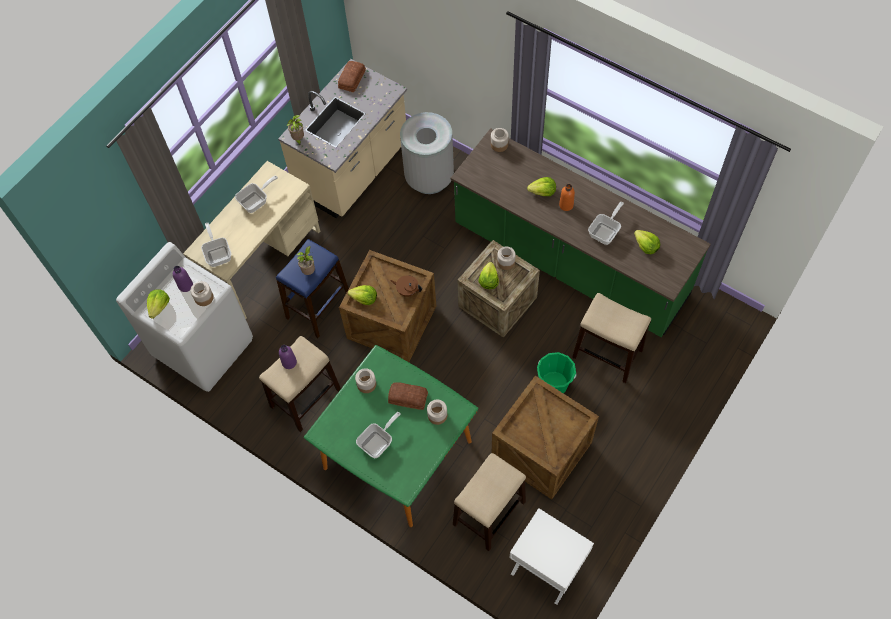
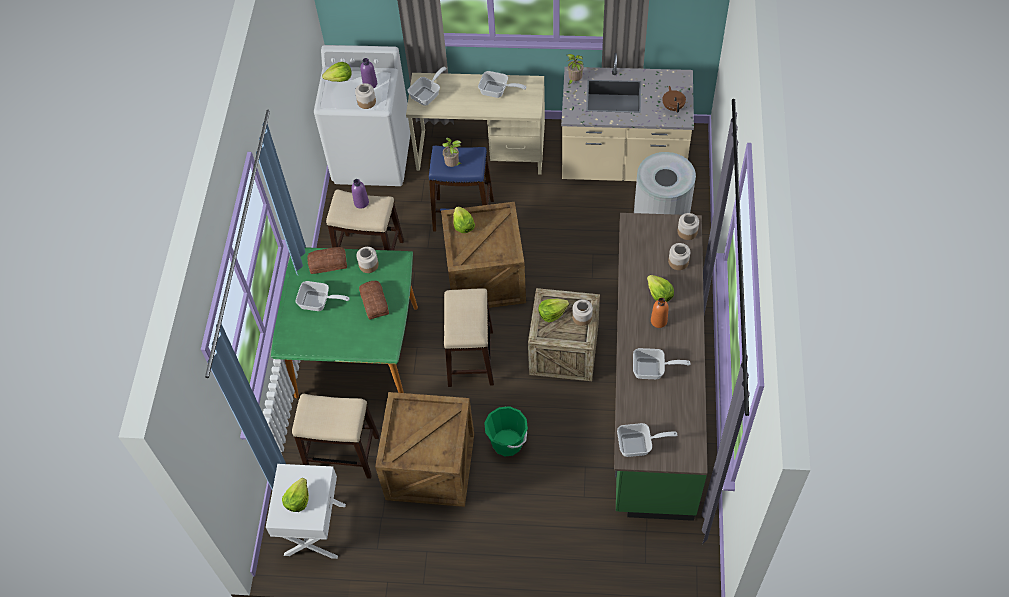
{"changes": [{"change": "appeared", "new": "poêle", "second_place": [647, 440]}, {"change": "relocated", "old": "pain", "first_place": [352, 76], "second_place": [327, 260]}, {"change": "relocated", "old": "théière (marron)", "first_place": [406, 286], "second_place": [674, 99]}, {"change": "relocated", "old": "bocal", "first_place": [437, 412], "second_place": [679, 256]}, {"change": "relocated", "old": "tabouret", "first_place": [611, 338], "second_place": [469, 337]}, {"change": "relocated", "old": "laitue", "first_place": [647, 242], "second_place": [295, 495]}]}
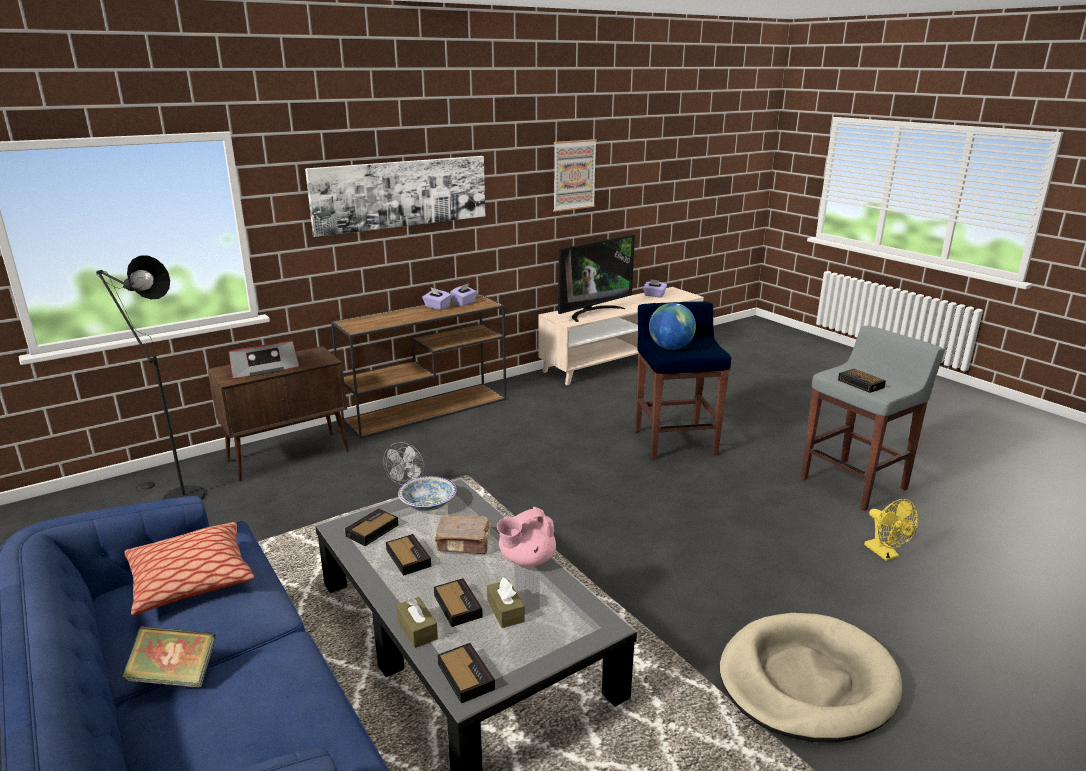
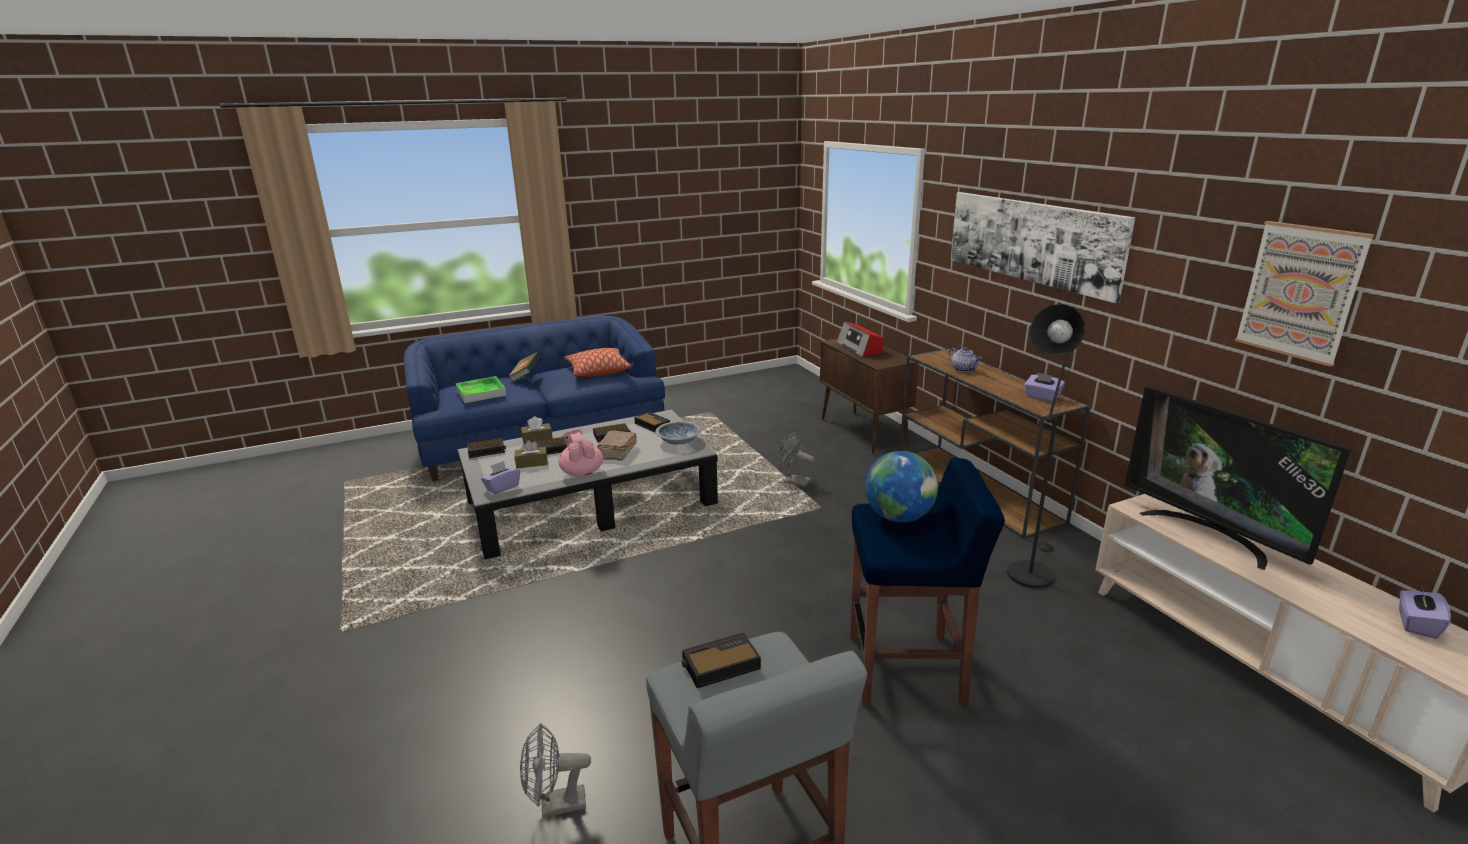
{"changes": [{"change": "missing", "old": "panier pour chien (beige)", "first_place": [811, 678]}, {"change": "appeared", "new": "plateau", "second_place": [481, 389]}, {"change": "appeared", "new": "théière", "second_place": [965, 359]}, {"change": "relocated", "old": "lampadaire (noir)", "first_place": [151, 377], "second_place": [1046, 446]}, {"change": "relocated", "old": "boîte à mouchoirs (violet)", "first_place": [436, 298], "second_place": [500, 477]}, {"change": "colour", "old": "ventilateur (jaune)", "new": "ventilateur (gris)", "first_place": [891, 530], "second_place": [555, 770]}]}
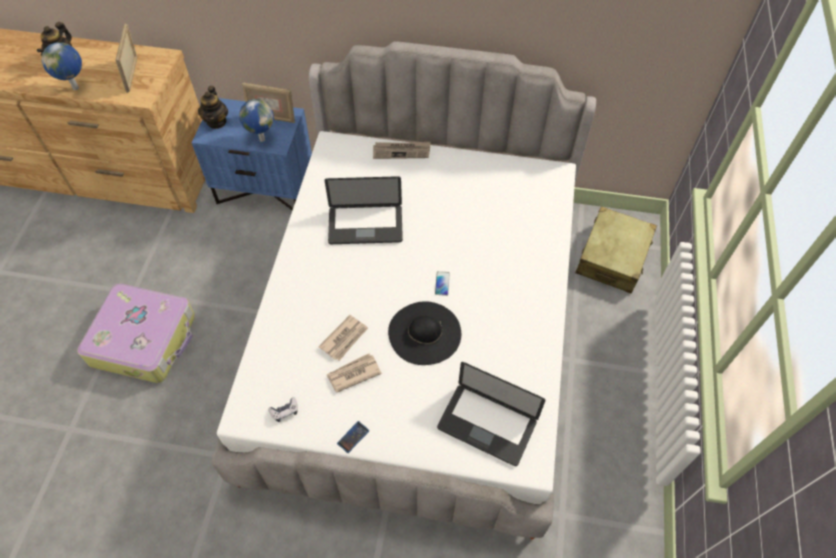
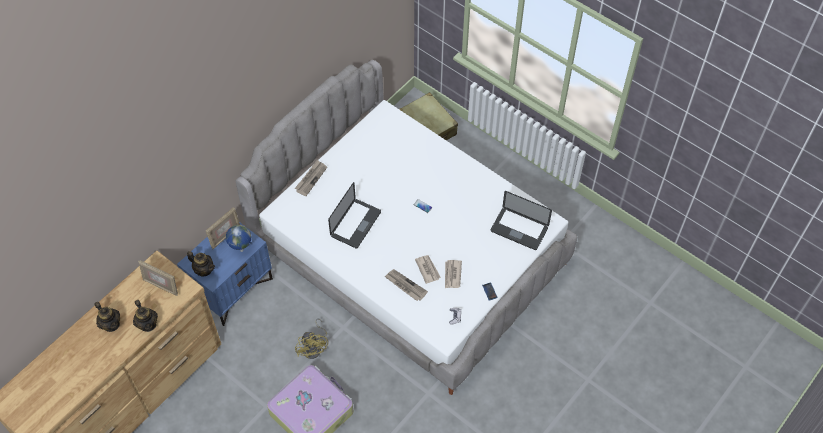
{"changes": [{"change": "missing", "old": "chapeau (noir)", "first_place": [424, 333]}, {"change": "appeared", "new": "ventilateur (jaune)", "second_place": [311, 339]}, {"change": "appeared", "new": "journal", "second_place": [406, 285]}, {"change": "exchanged", "old": "globe", "new": "théière", "first_place": [62, 66], "second_place": [145, 316]}, {"change": "spun", "old": "ordinateur portable", "first_place": [491, 414], "second_place": [521, 220], "degrees": 60}]}
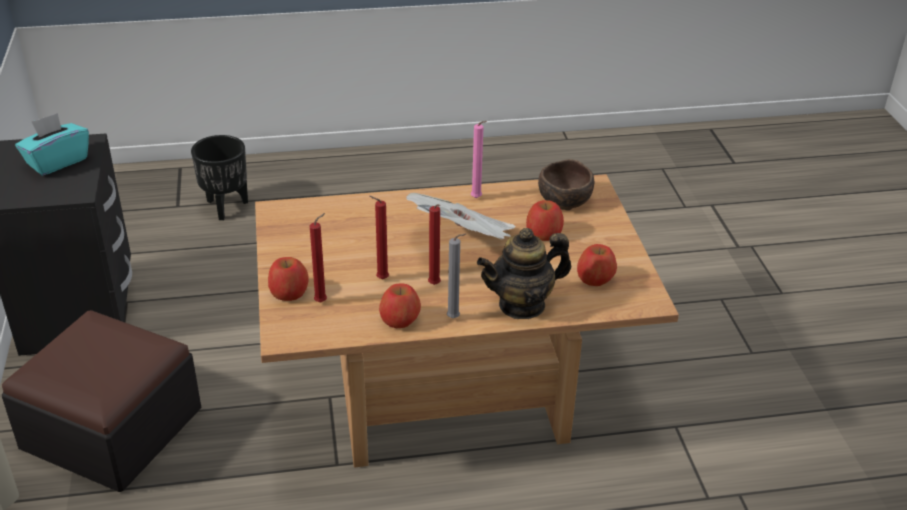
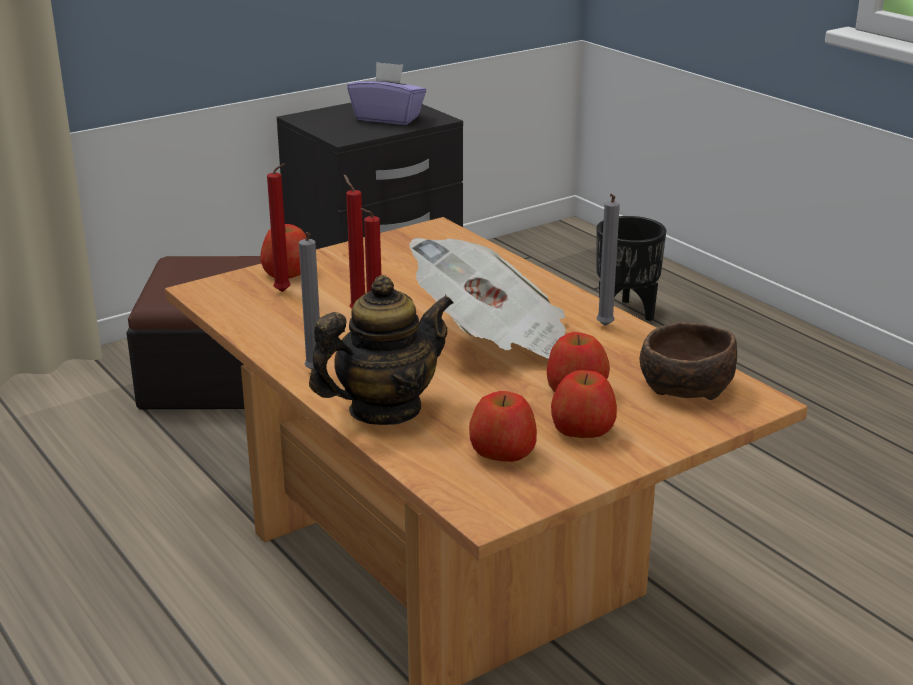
{"changes": [{"change": "relocated", "old": "pomme", "first_place": [400, 305], "second_place": [584, 404]}, {"change": "colour", "old": "boîte à mouchoirs (turquoise)", "new": "boîte à mouchoirs (violet)", "first_place": [52, 144], "second_place": [386, 93]}, {"change": "colour", "old": "bougie (rose)", "new": "bougie (gris)", "first_place": [479, 159], "second_place": [608, 260]}, {"change": "spun", "old": "théière", "first_place": [524, 273], "second_place": [381, 350], "degrees": 105}]}
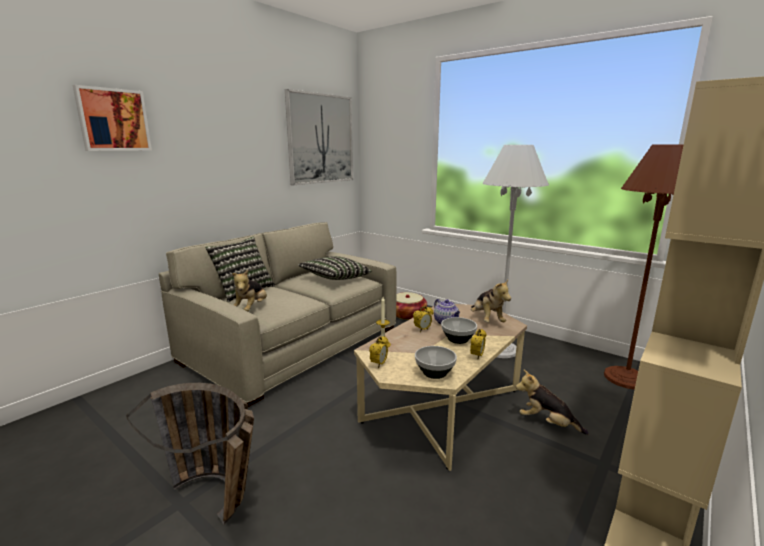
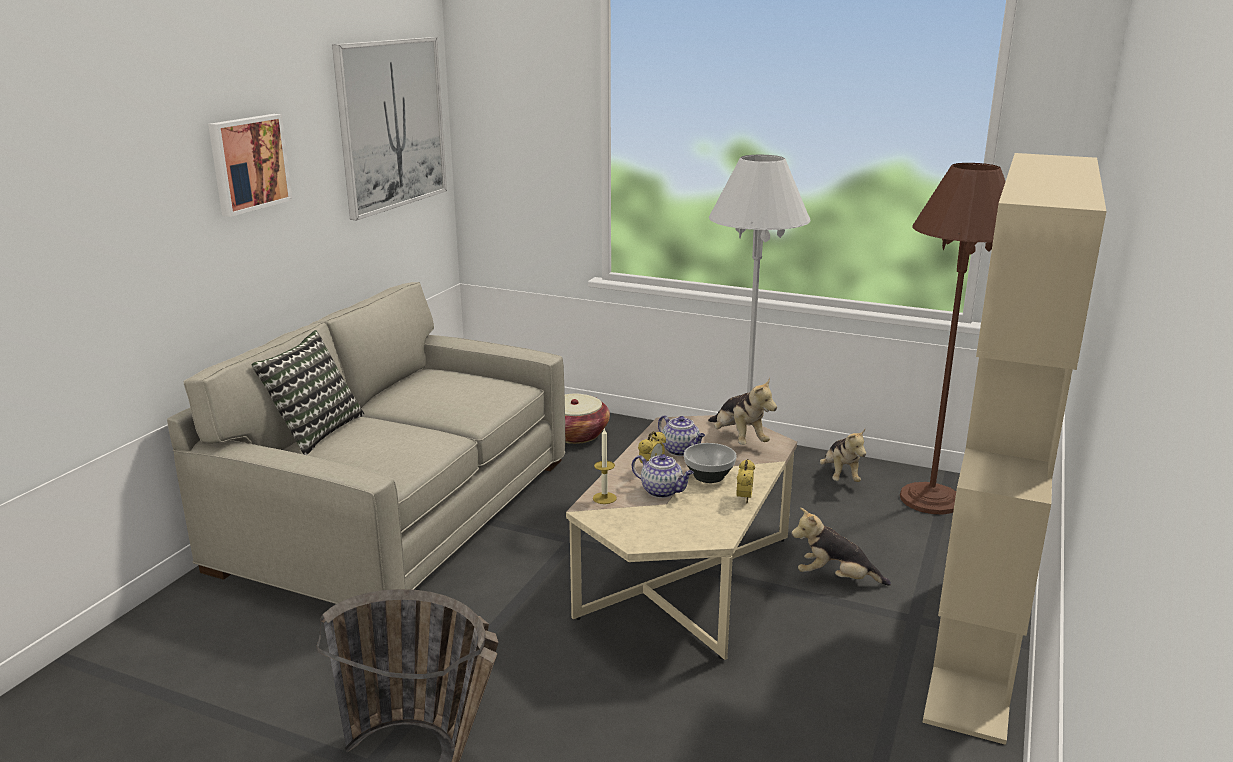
{"changes": [{"change": "missing", "old": "coussin", "first_place": [334, 268]}, {"change": "missing", "old": "réveil", "first_place": [379, 352]}, {"change": "missing", "old": "bol", "first_place": [436, 362]}, {"change": "appeared", "new": "théière", "second_place": [663, 476]}, {"change": "relocated", "old": "tableau", "first_place": [112, 118], "second_place": [250, 165]}, {"change": "relocated", "old": "peluche", "first_place": [249, 290], "second_place": [843, 455]}]}
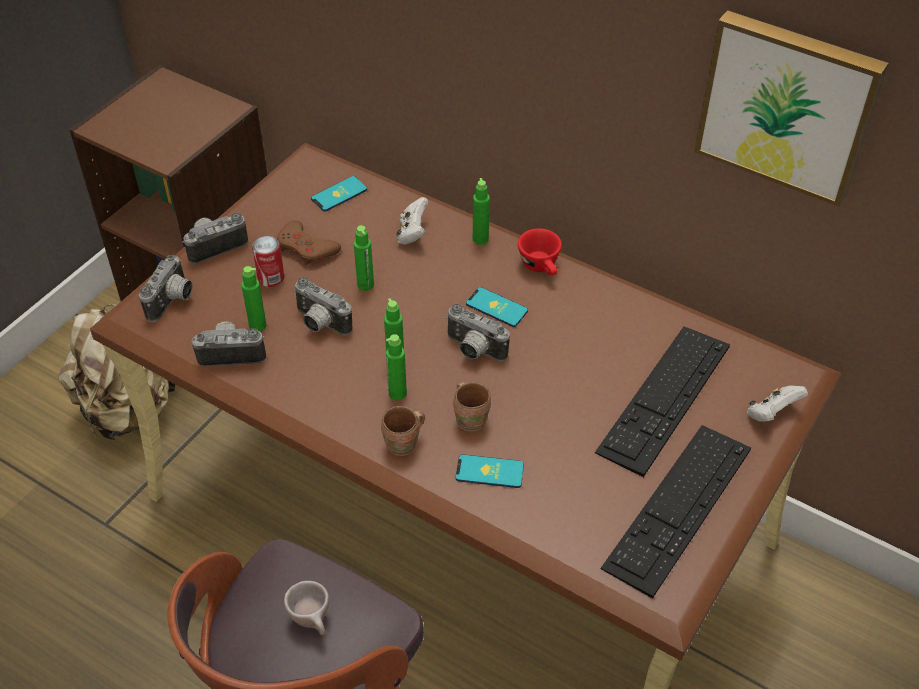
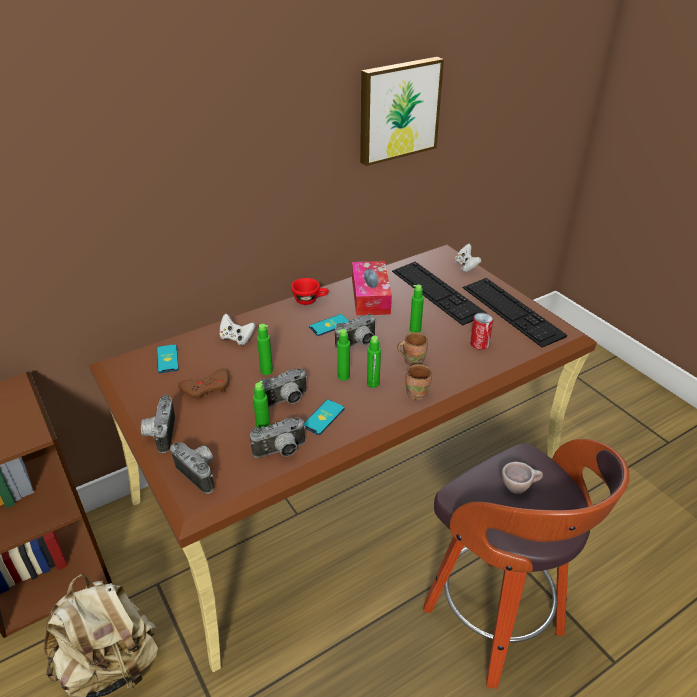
{"changes": [{"change": "appeared", "new": "boîte à mouchoirs", "second_place": [372, 288]}, {"change": "relocated", "old": "boîte métallique", "first_place": [268, 261], "second_place": [481, 331]}, {"change": "relocated", "old": "téléphone", "first_place": [489, 471], "second_place": [324, 417]}, {"change": "relocated", "old": "bouteille (vert)", "first_place": [481, 211], "second_place": [417, 309]}, {"change": "spun", "old": "appareil photo", "first_place": [229, 344], "second_place": [278, 437], "degrees": -135}]}
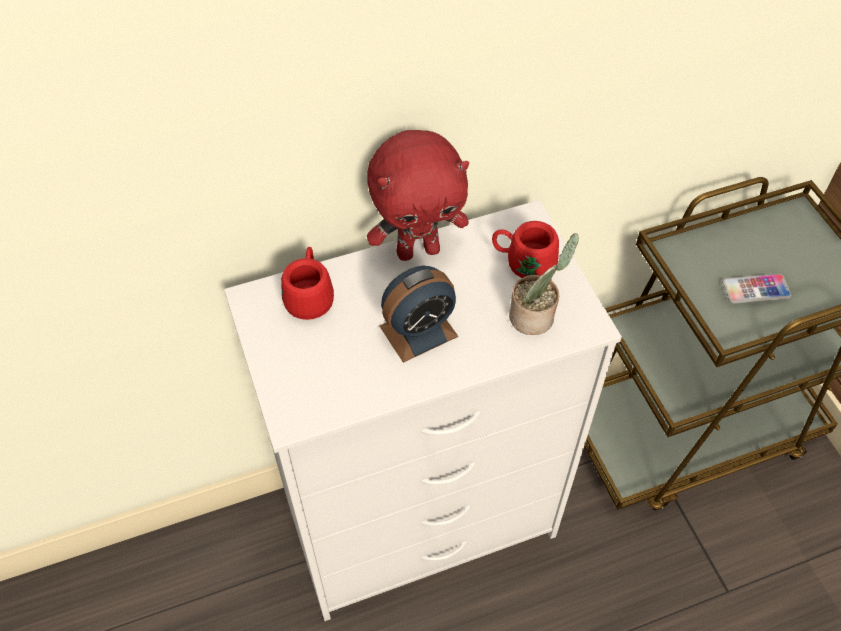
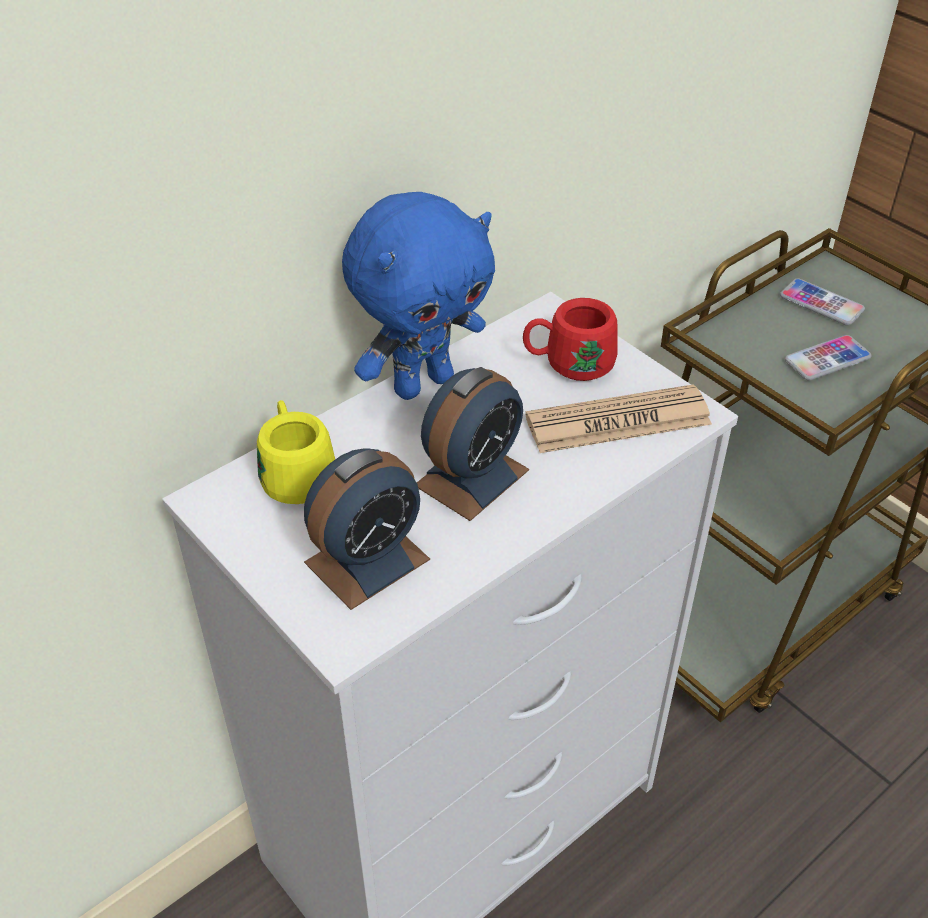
{"changes": [{"change": "appeared", "new": "réveil", "second_place": [367, 529]}, {"change": "appeared", "new": "téléphone", "second_place": [822, 301]}, {"change": "exchanged", "old": "plante en pot", "new": "journal", "first_place": [544, 284], "second_place": [618, 418]}, {"change": "colour", "old": "mug (rouge)", "new": "mug (jaune)", "first_place": [307, 283], "second_place": [296, 452]}, {"change": "colour", "old": "peluche (rouge)", "new": "peluche (bleu)", "first_place": [418, 195], "second_place": [418, 296]}]}
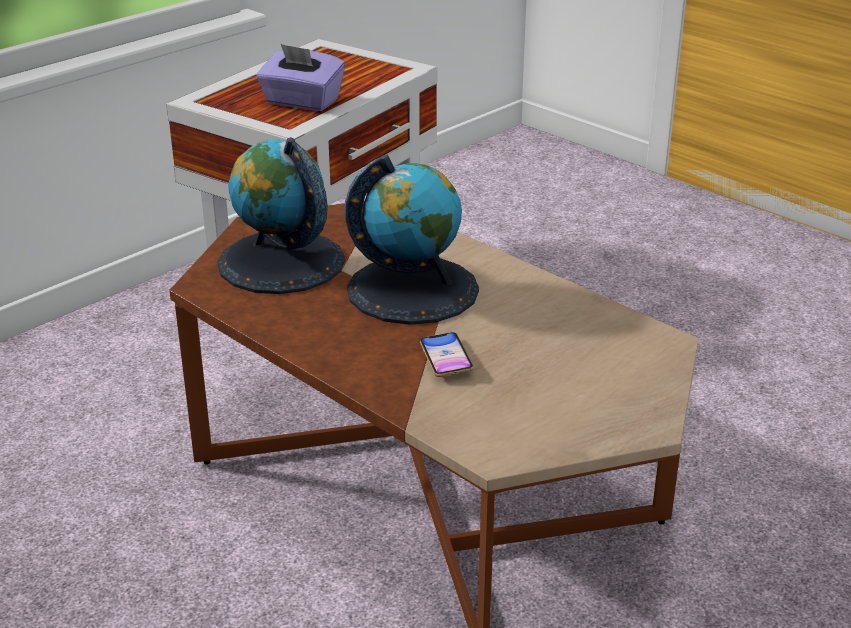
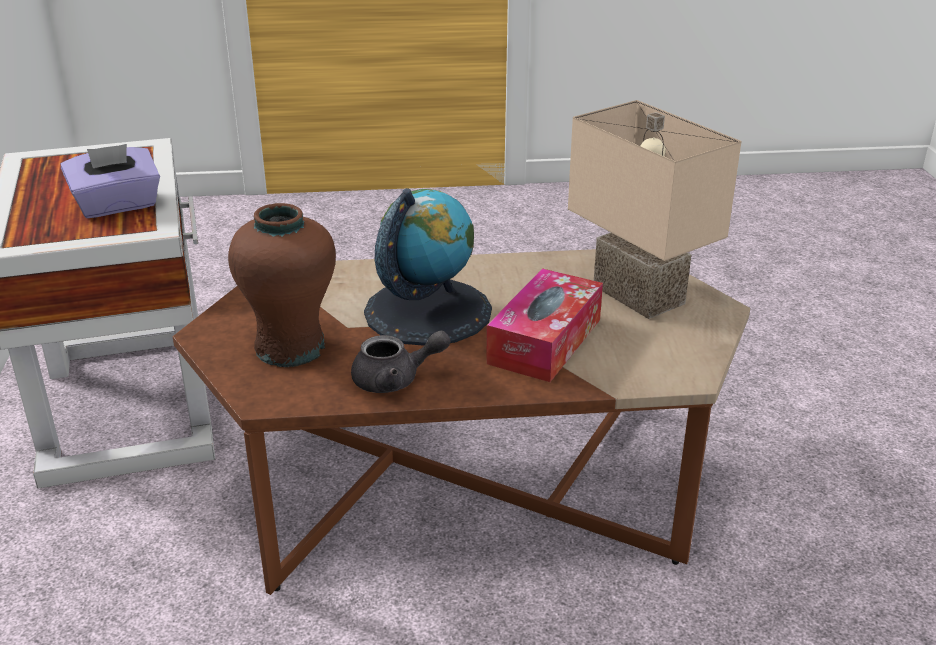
{"changes": [{"change": "appeared", "new": "théière (gris)", "second_place": [401, 361]}, {"change": "appeared", "new": "lampe de table (beige)", "second_place": [654, 209]}, {"change": "exchanged", "old": "globe", "new": "vase (marron)", "first_place": [281, 215], "second_place": [282, 285]}, {"change": "exchanged", "old": "téléphone", "new": "boîte à mouchoirs", "first_place": [447, 354], "second_place": [544, 325]}]}
